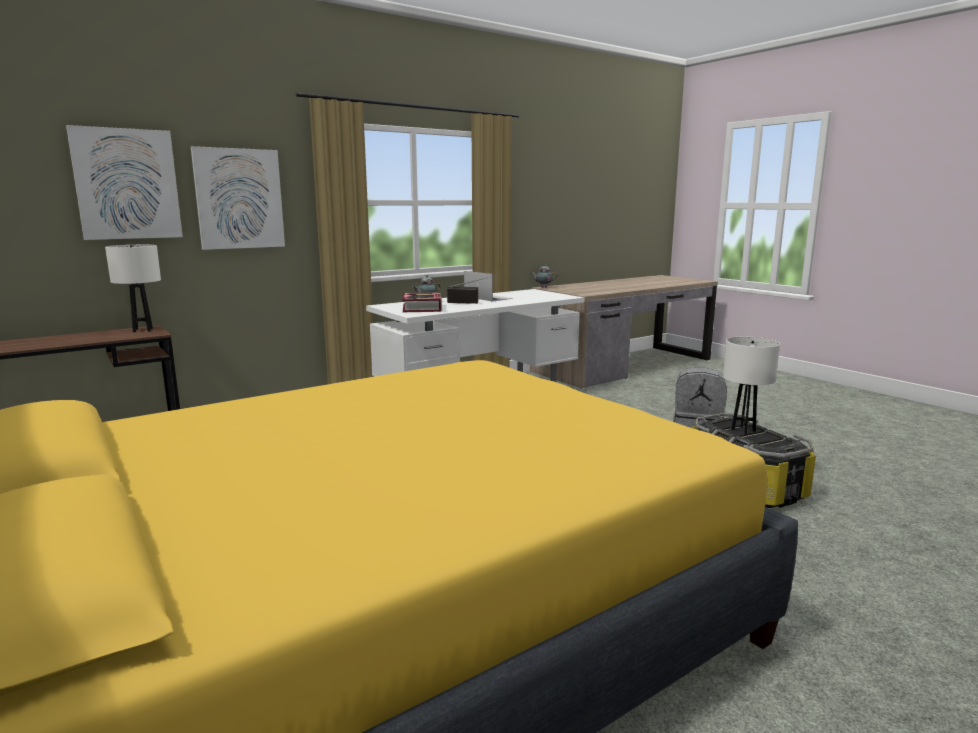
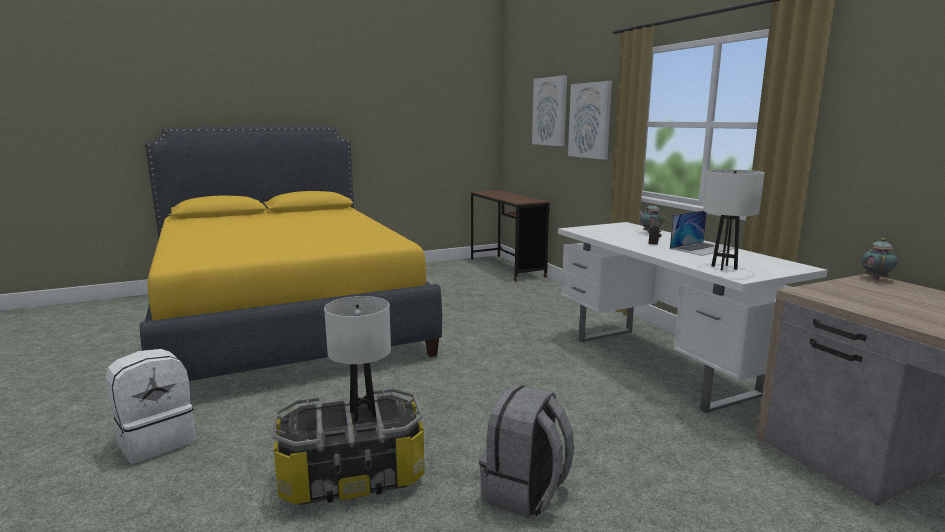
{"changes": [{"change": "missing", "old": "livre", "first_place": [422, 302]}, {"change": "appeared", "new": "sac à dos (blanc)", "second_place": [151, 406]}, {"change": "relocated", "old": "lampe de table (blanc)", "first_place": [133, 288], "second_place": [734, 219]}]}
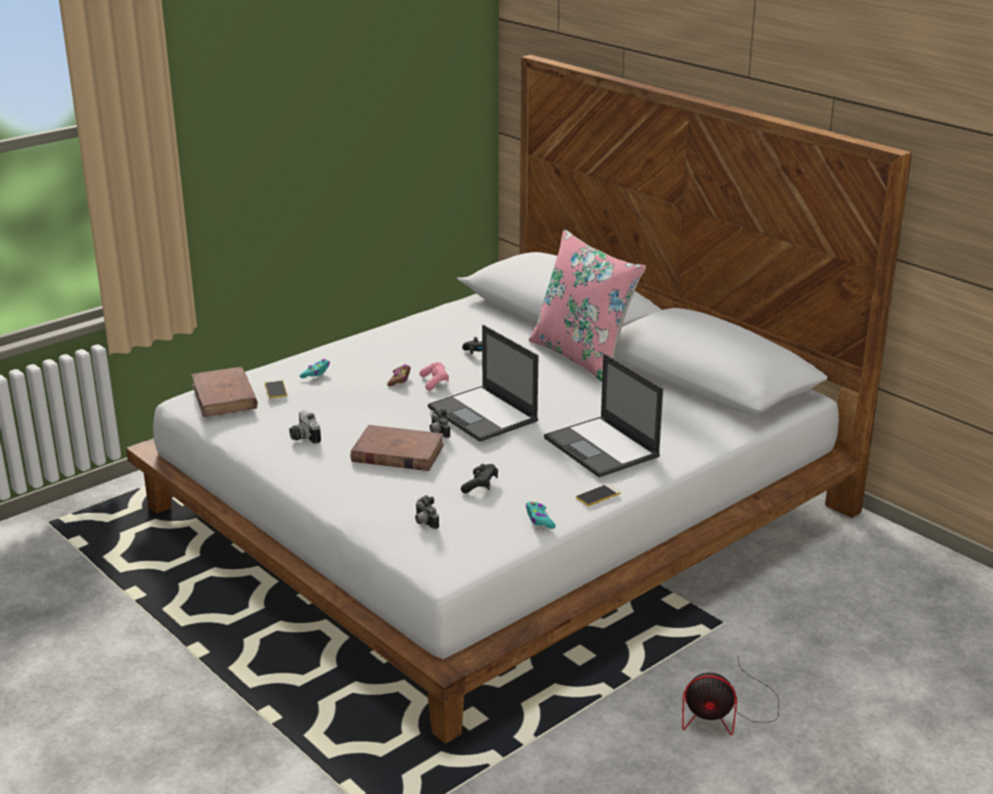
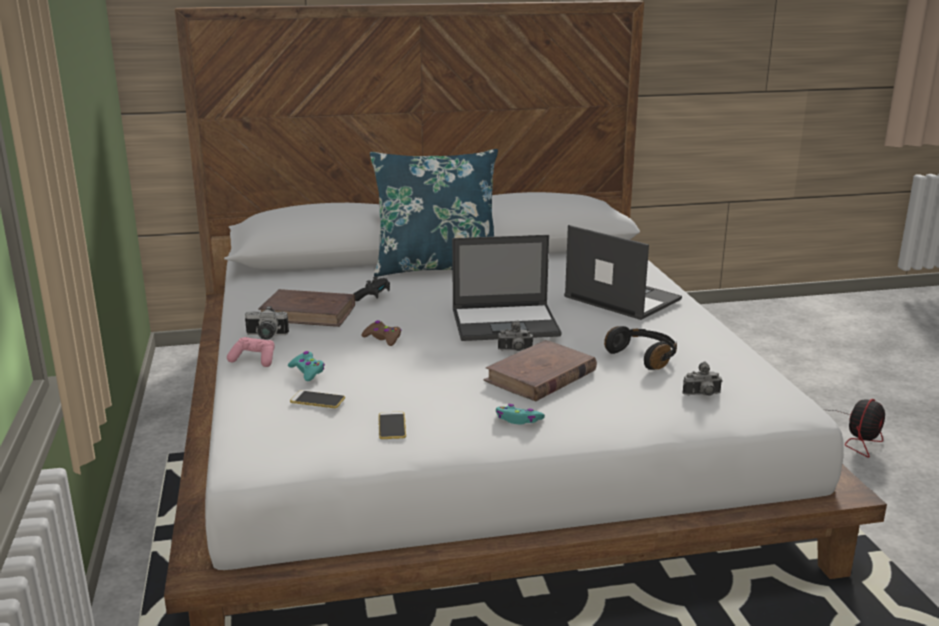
{"changes": [{"change": "relocated", "old": "livre (marron)", "first_place": [224, 392], "second_place": [306, 308]}, {"change": "relocated", "old": "appareil photo", "first_place": [305, 427], "second_place": [267, 323]}, {"change": "relocated", "old": "manette (rose)", "first_place": [434, 376], "second_place": [251, 352]}, {"change": "relocated", "old": "manette (turquoise)", "first_place": [541, 515], "second_place": [520, 414]}, {"change": "relocated", "old": "téléphone", "first_place": [598, 495], "second_place": [392, 425]}, {"change": "exchanged", "old": "manette (noir)", "new": "casque audio (noir)", "first_place": [479, 478], "second_place": [640, 348]}, {"change": "colour", "old": "coussin (rose)", "new": "coussin (bleu)", "first_place": [587, 305], "second_place": [434, 213]}, {"change": "spun", "old": "ordinateur portable", "first_place": [603, 415], "second_place": [623, 272], "degrees": -135}]}
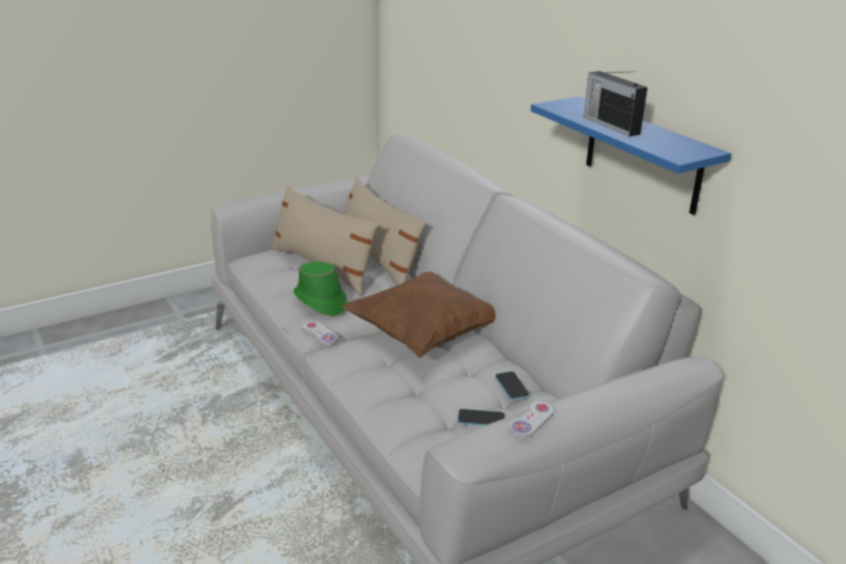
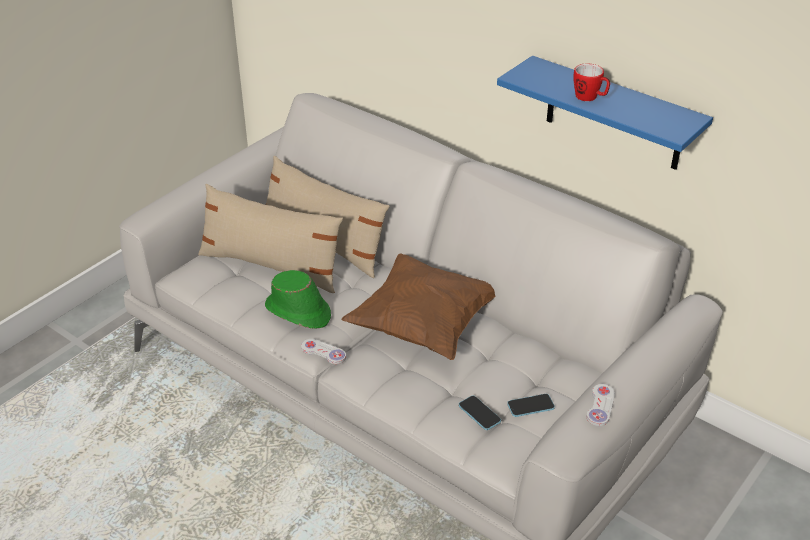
{"changes": [{"change": "relocated", "old": "téléphone", "first_place": [512, 386], "second_place": [480, 412]}, {"change": "exchanged", "old": "radio", "new": "mug", "first_place": [615, 104], "second_place": [591, 82]}]}
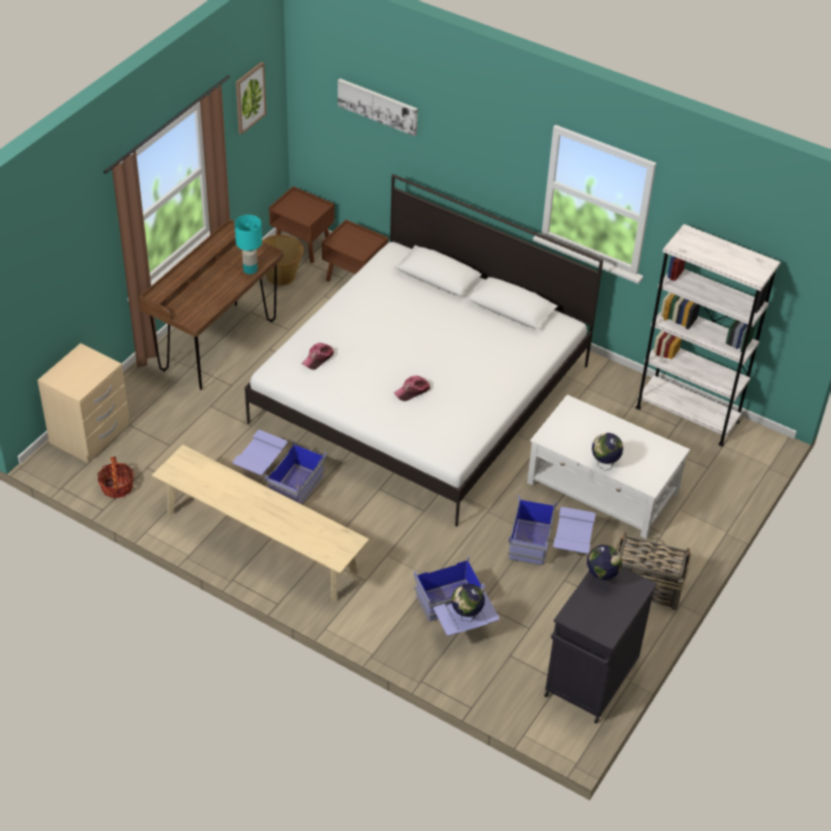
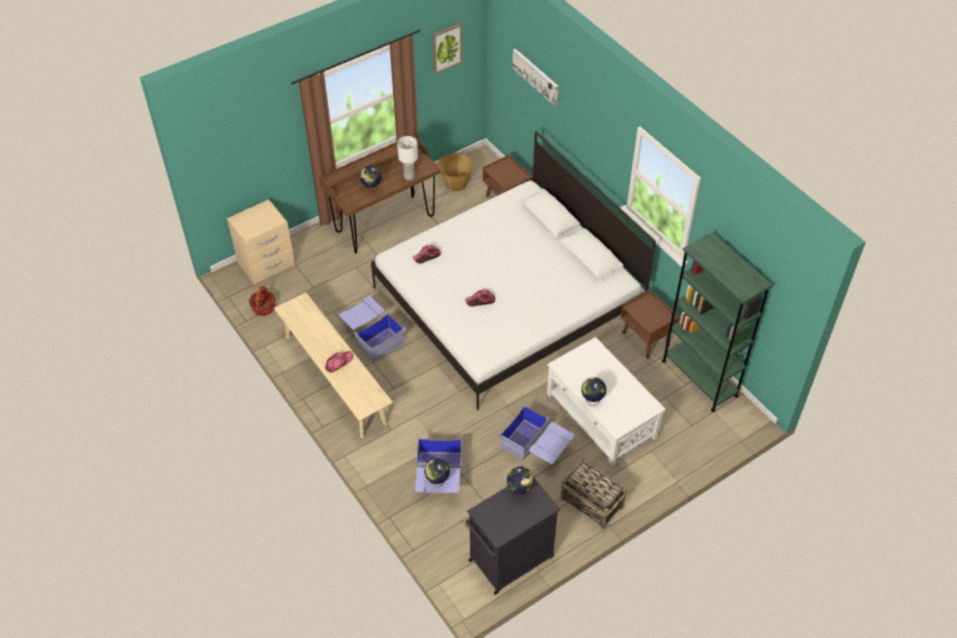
{"changes": [{"change": "appeared", "new": "casquette", "second_place": [339, 361]}, {"change": "appeared", "new": "globe", "second_place": [371, 178]}, {"change": "relocated", "old": "table de chevet (marron)", "first_place": [302, 224], "second_place": [650, 324]}, {"change": "colour", "old": "lampe de table (turquoise)", "new": "lampe de table (blanc)", "first_place": [248, 244], "second_place": [407, 158]}, {"change": "colour", "old": "bibliothèque (blanc)", "new": "bibliothèque (vert)", "first_place": [708, 335], "second_place": [717, 322]}]}
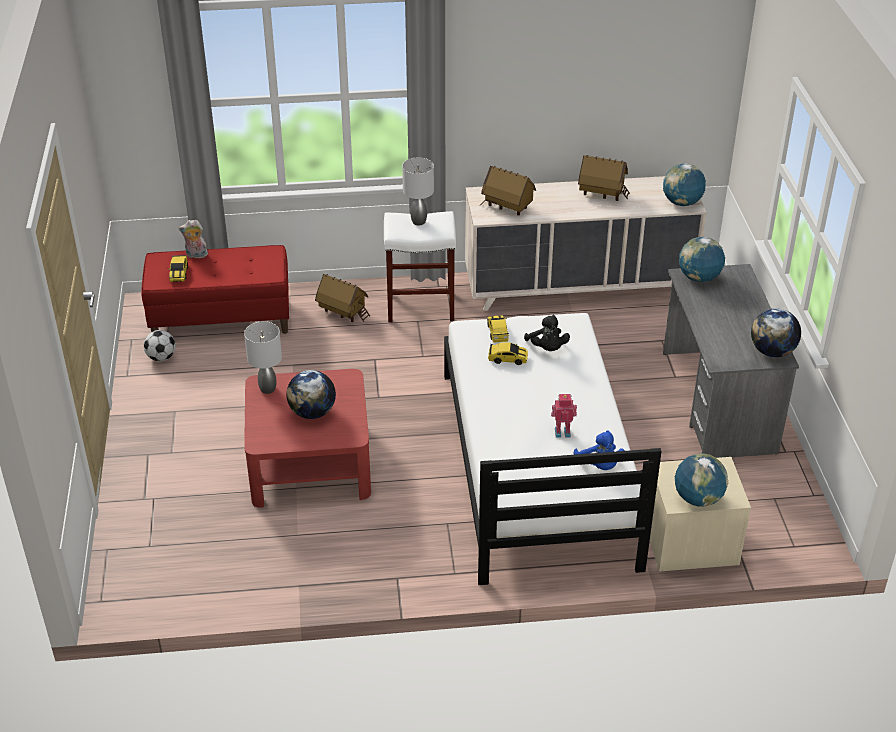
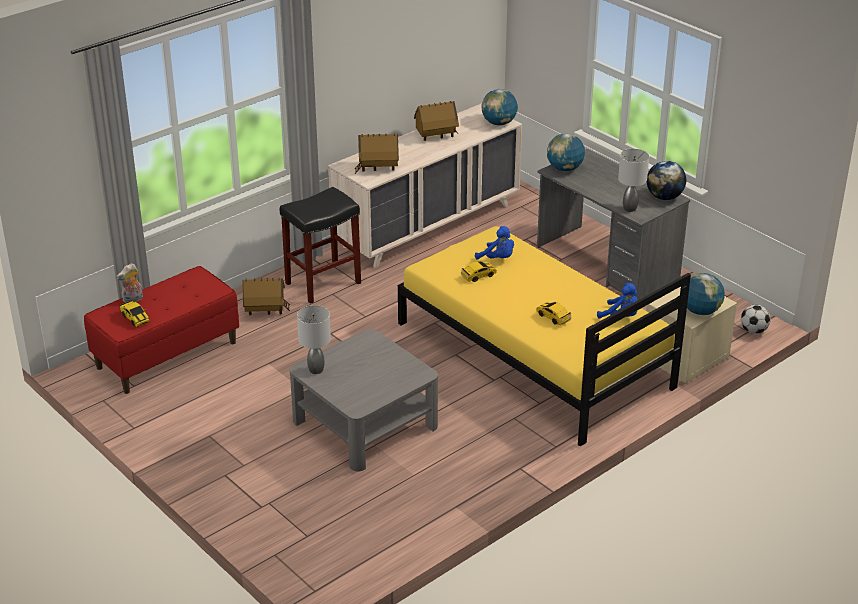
{"changes": [{"change": "missing", "old": "globe", "first_place": [311, 394]}, {"change": "missing", "old": "robot jouet", "first_place": [564, 416]}, {"change": "relocated", "old": "ballon de foot", "first_place": [160, 345], "second_place": [756, 319]}, {"change": "relocated", "old": "lampe de table (gris)", "first_place": [418, 191], "second_place": [633, 180]}, {"change": "relocated", "old": "petite voiture", "first_place": [498, 329], "second_place": [554, 313]}, {"change": "colour", "old": "table basse (rouge)", "new": "table basse (gris)", "first_place": [307, 438], "second_place": [363, 400]}, {"change": "colour", "old": "tabouret (blanc)", "new": "tabouret (noir)", "first_place": [420, 267], "second_place": [320, 245]}, {"change": "colour", "old": "lit (blanc)", "new": "lit (jaune)", "first_place": [553, 449], "second_place": [544, 336]}, {"change": "colour", "old": "peluche (noir)", "new": "peluche (bleu)", "first_place": [547, 333], "second_place": [494, 243]}]}
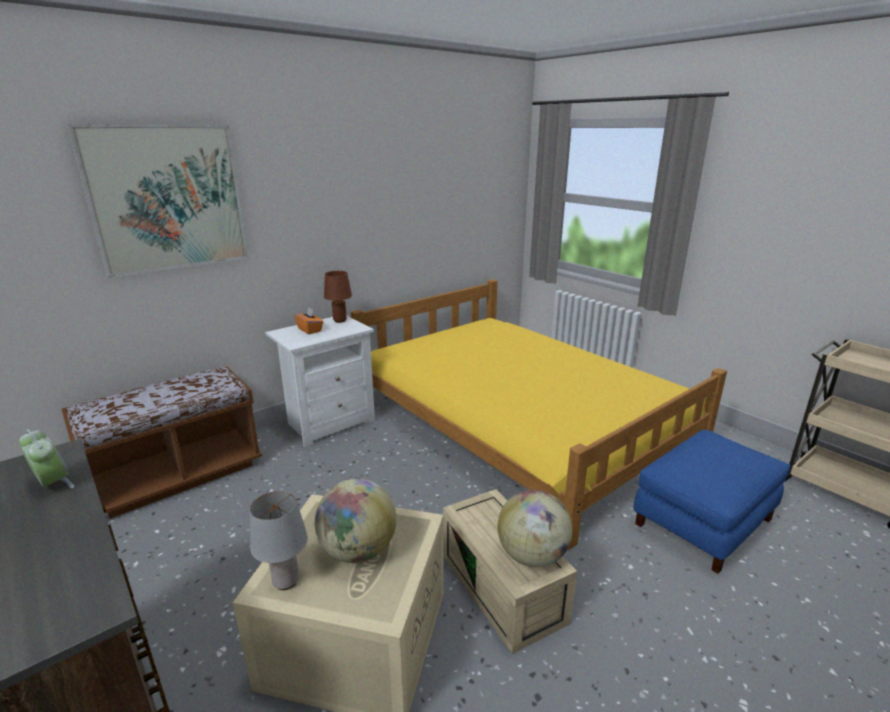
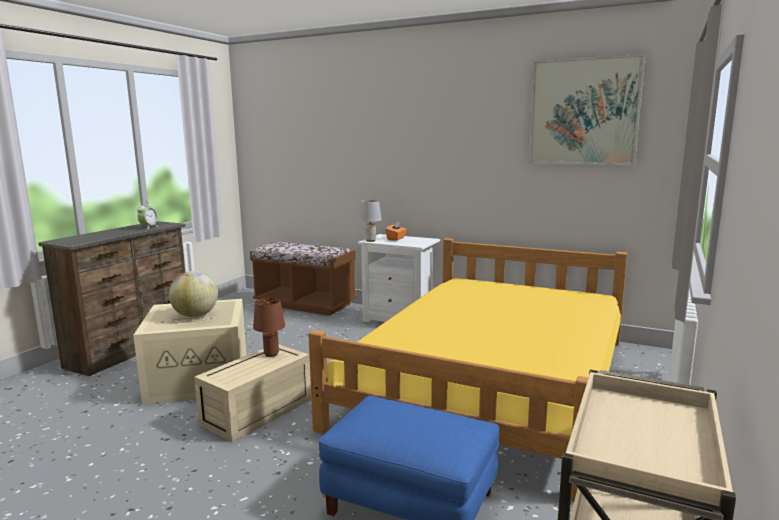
{"changes": [{"change": "missing", "old": "globe", "first_place": [535, 528]}, {"change": "relocated", "old": "tableau", "first_place": [157, 201], "second_place": [586, 109]}, {"change": "relocated", "old": "lampe de table (gris)", "first_place": [279, 540], "second_place": [370, 221]}, {"change": "relocated", "old": "lampe de table (marron)", "first_place": [338, 297], "second_place": [269, 327]}]}
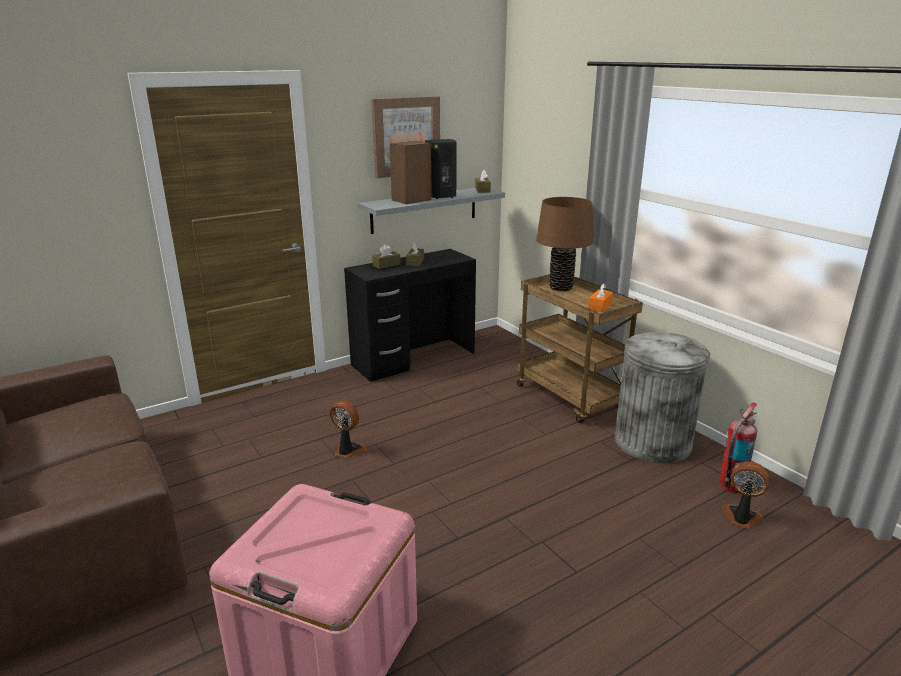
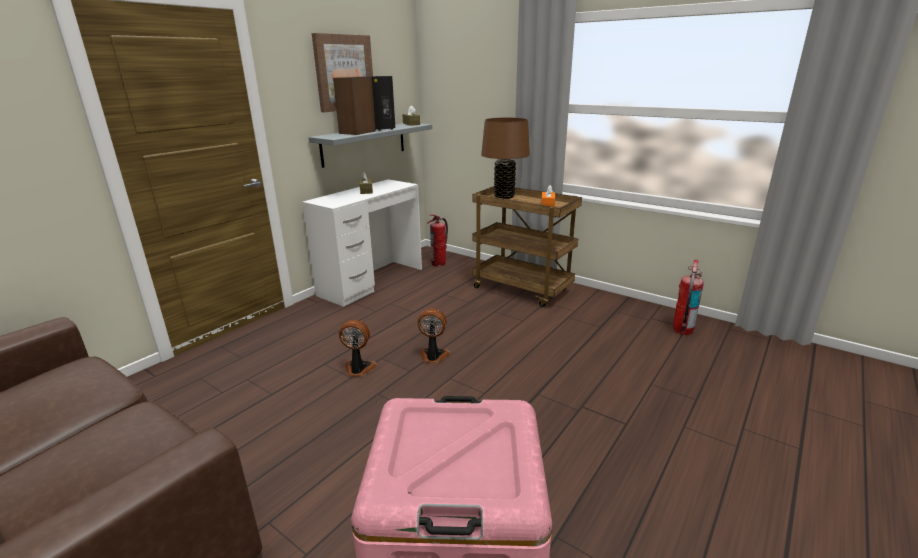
{"changes": [{"change": "missing", "old": "boîte à mouchoirs (marron)", "first_place": [386, 256]}, {"change": "missing", "old": "poubelle (gris)", "first_place": [663, 398]}, {"change": "appeared", "new": "extincteur", "second_place": [437, 240]}, {"change": "relocated", "old": "ventilateur", "first_place": [746, 495], "second_place": [433, 335]}, {"change": "colour", "old": "bureau (noir)", "new": "bureau (blanc)", "first_place": [410, 315], "second_place": [362, 243]}]}
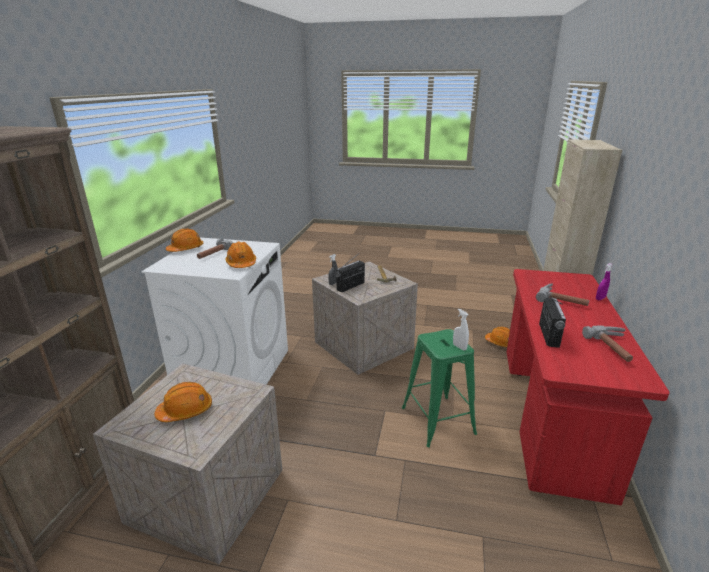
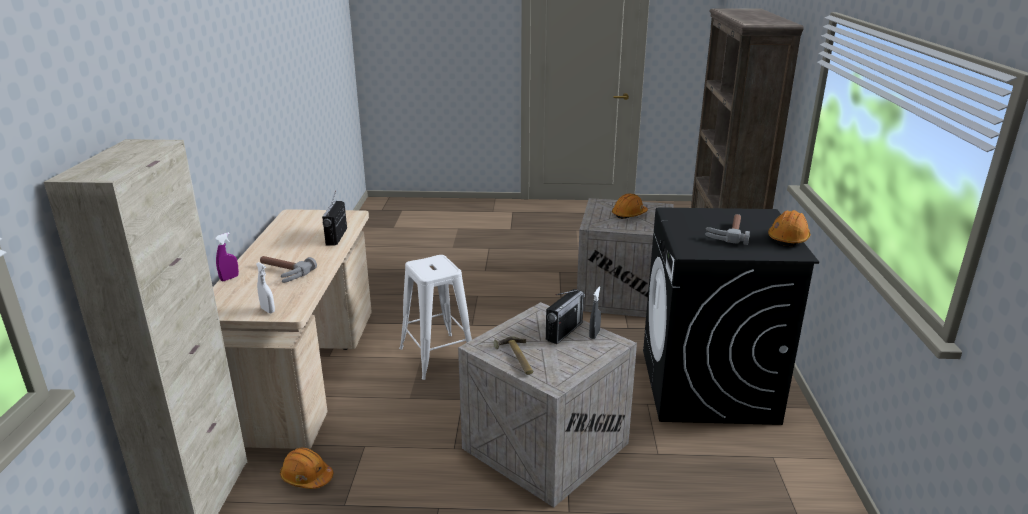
{"changes": [{"change": "missing", "old": "casque de chantier (orange)", "first_place": [240, 254]}, {"change": "missing", "old": "marteau", "first_place": [607, 343]}, {"change": "relocated", "old": "vaporisateur (blanc)", "first_place": [461, 329], "second_place": [265, 287]}, {"change": "colour", "old": "lave-linge (blanc)", "new": "lave-linge (noir)", "first_place": [214, 311], "second_place": [731, 316]}, {"change": "colour", "old": "tabouret (vert)", "new": "tabouret (blanc)", "first_place": [439, 388], "second_place": [435, 317]}, {"change": "colour", "old": "bureau (rouge)", "new": "bureau (beige)", "first_place": [588, 387], "second_place": [292, 329]}]}
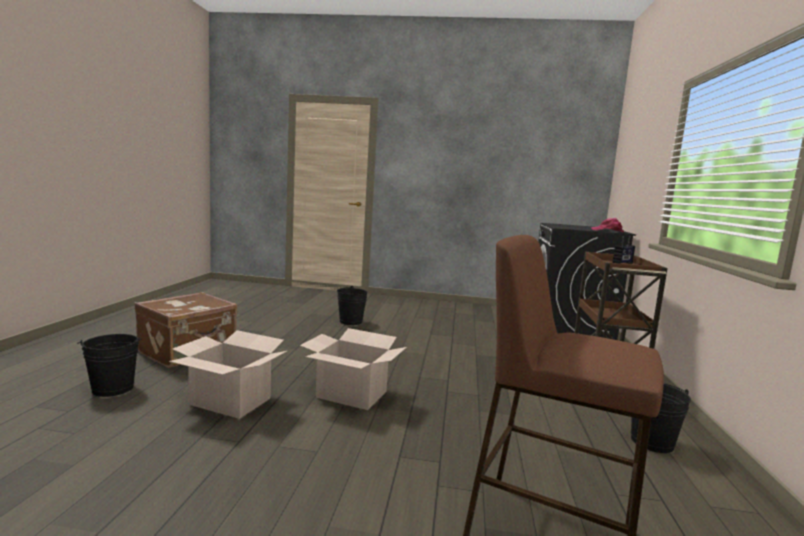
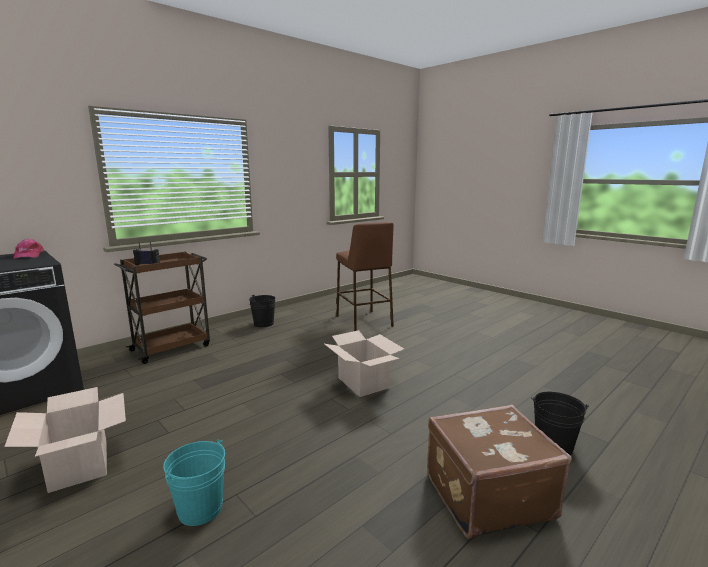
{"changes": [{"change": "relocated", "old": "carton", "first_place": [228, 374], "second_place": [65, 440]}, {"change": "colour", "old": "seau (noir)", "new": "seau (turquoise)", "first_place": [352, 305], "second_place": [194, 483]}]}
